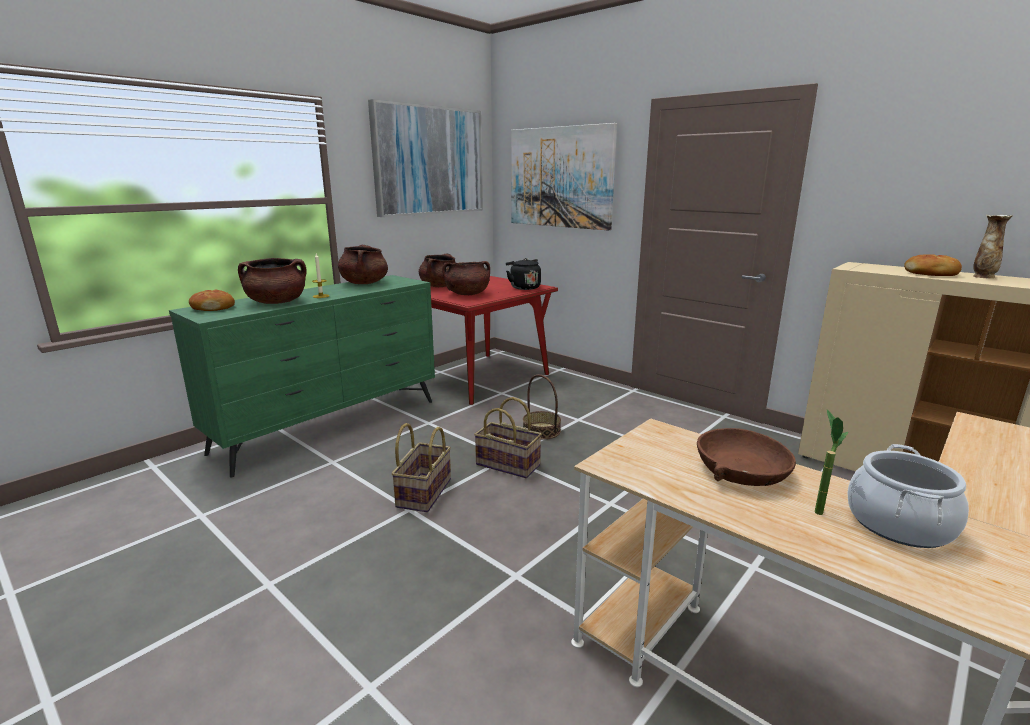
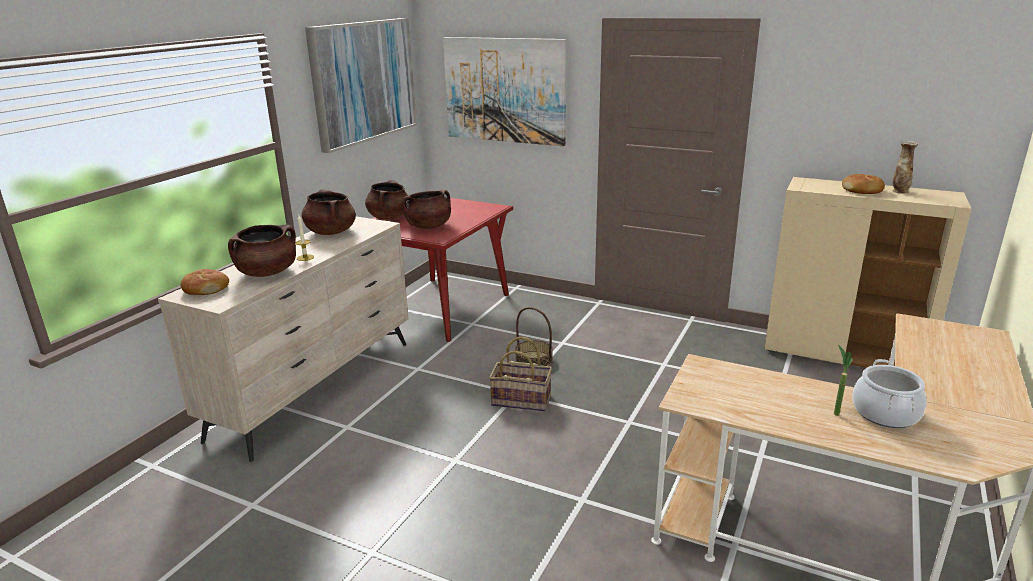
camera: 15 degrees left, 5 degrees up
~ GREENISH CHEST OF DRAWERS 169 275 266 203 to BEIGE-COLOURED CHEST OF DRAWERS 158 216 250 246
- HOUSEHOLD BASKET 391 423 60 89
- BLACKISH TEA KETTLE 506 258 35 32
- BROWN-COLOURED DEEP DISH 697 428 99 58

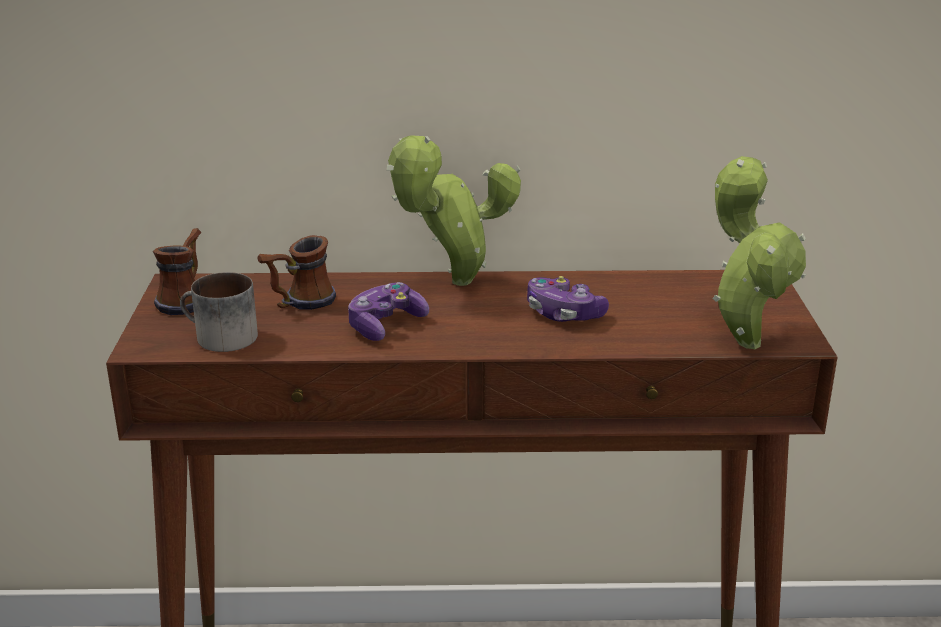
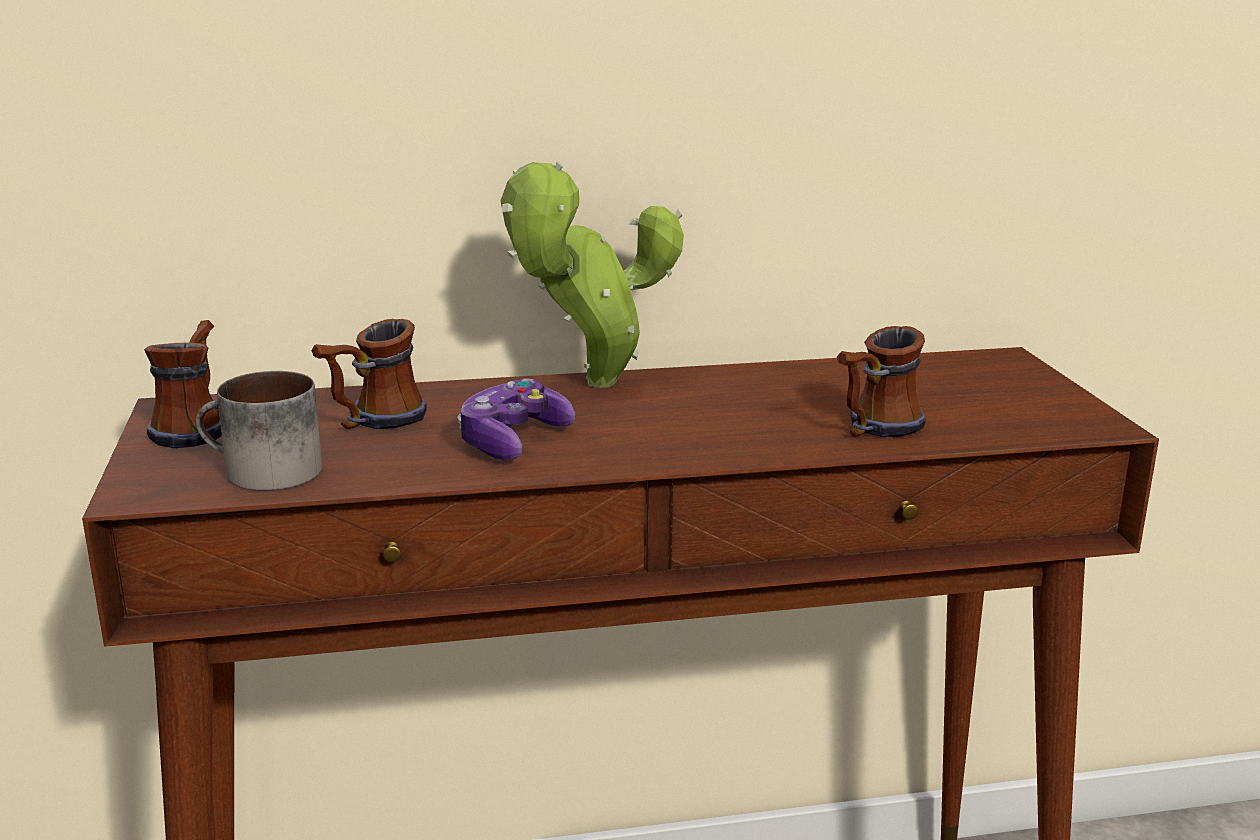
camera: 10 degrees left, 5 degrees down
- GAME CONTROLLER 527 276 82 46
- POTTED PLANT 712 156 94 193
+ TEA MUG 837 326 89 111

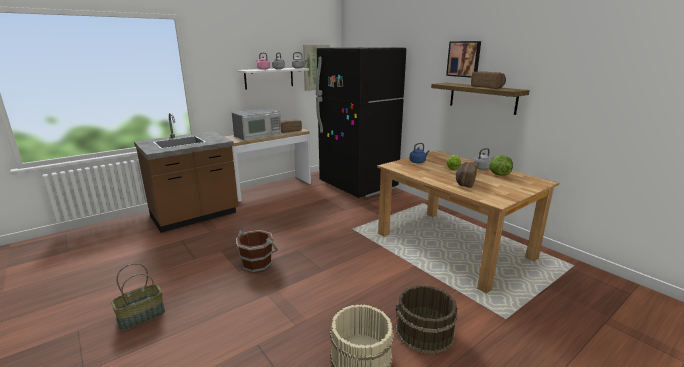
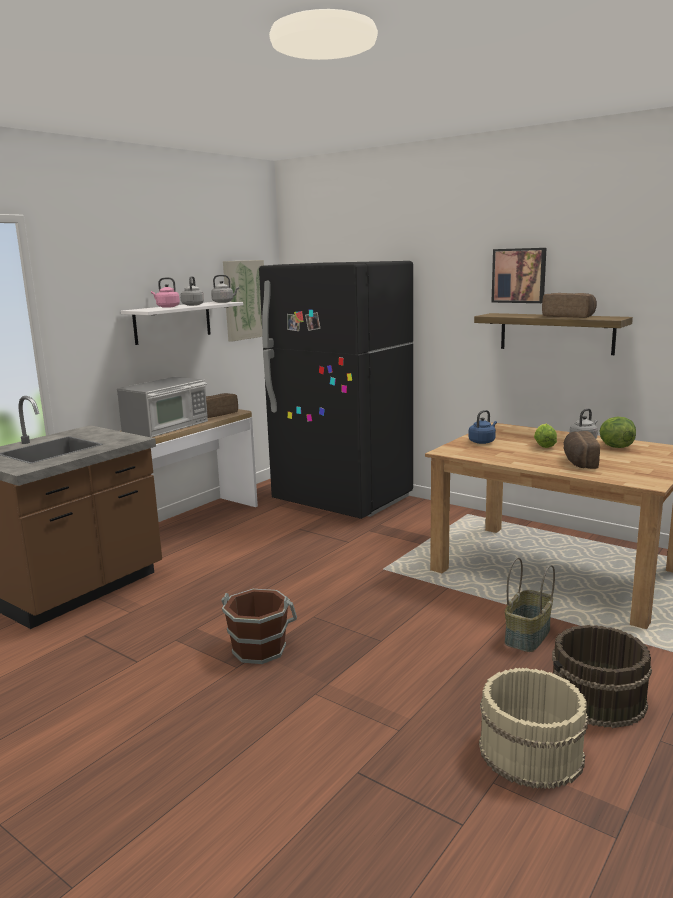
camera: 15 degrees left, 5 degrees down
~ HOUSEHOLD BASKET 111 263 54 67 to 505 558 50 94

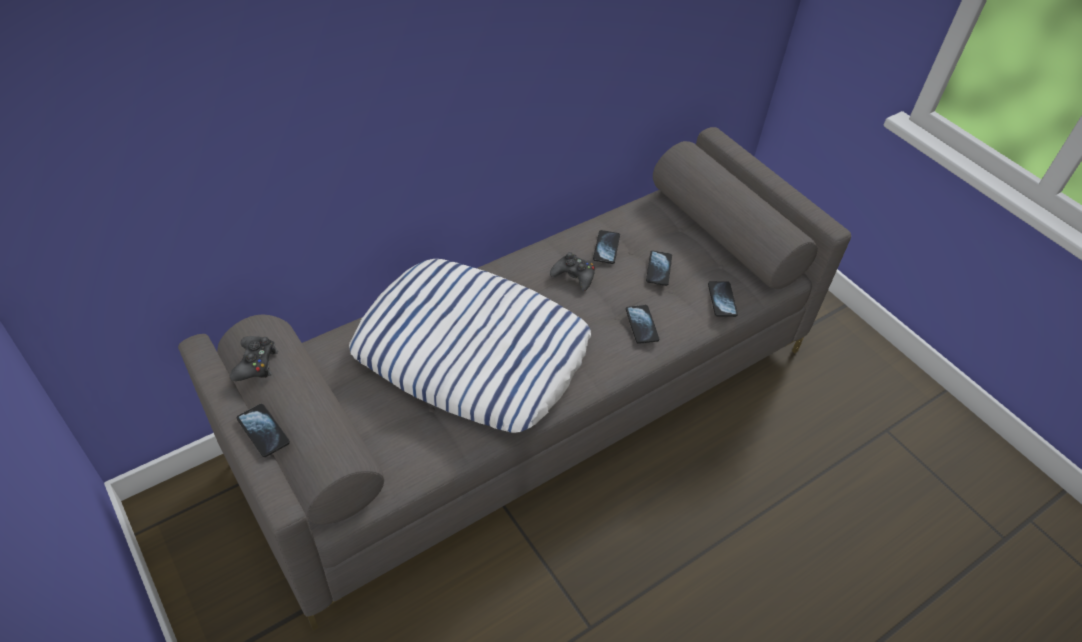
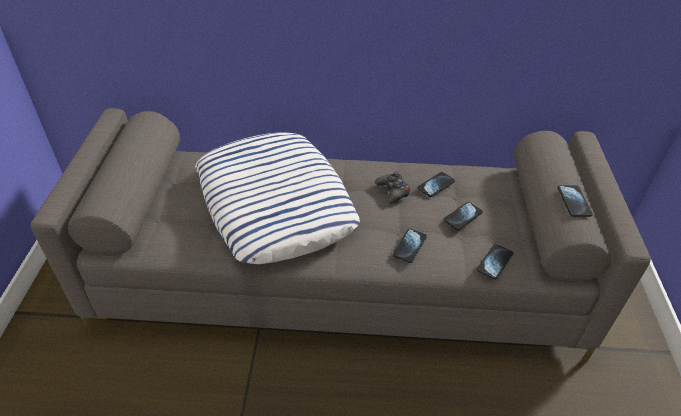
camera: 40 degrees right, 5 degrees down
- BLACKISH GAME CONTROLLER 230 336 48 45
~ PHONE 237 404 53 53 to 558 185 35 32

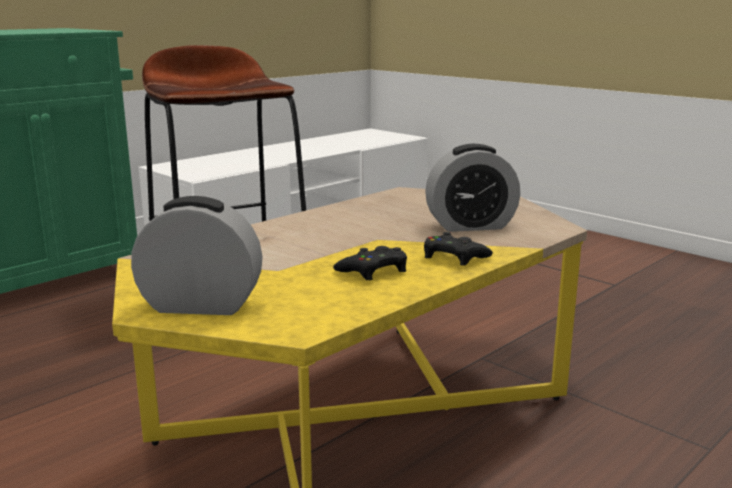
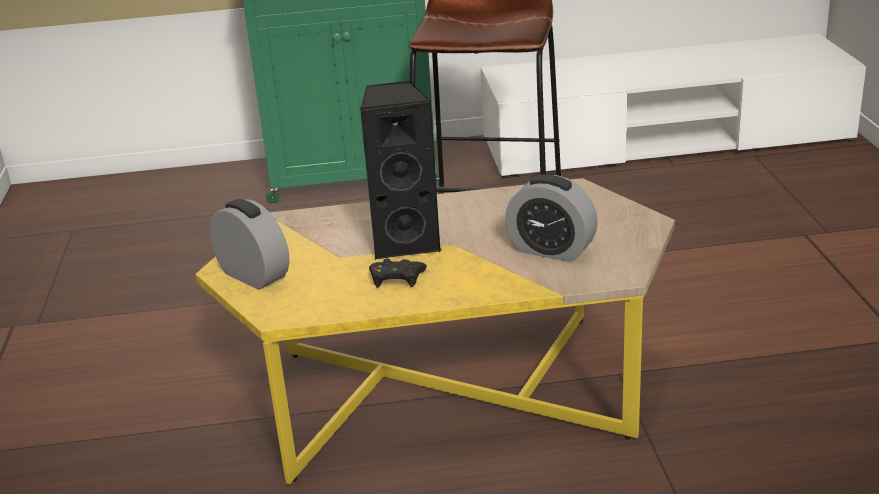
camera: 40 degrees right, 10 degrees up
- BLACKISH GAME CONTROLLER 424 232 69 34
+ BLACKISH SPEAKER 360 80 82 179

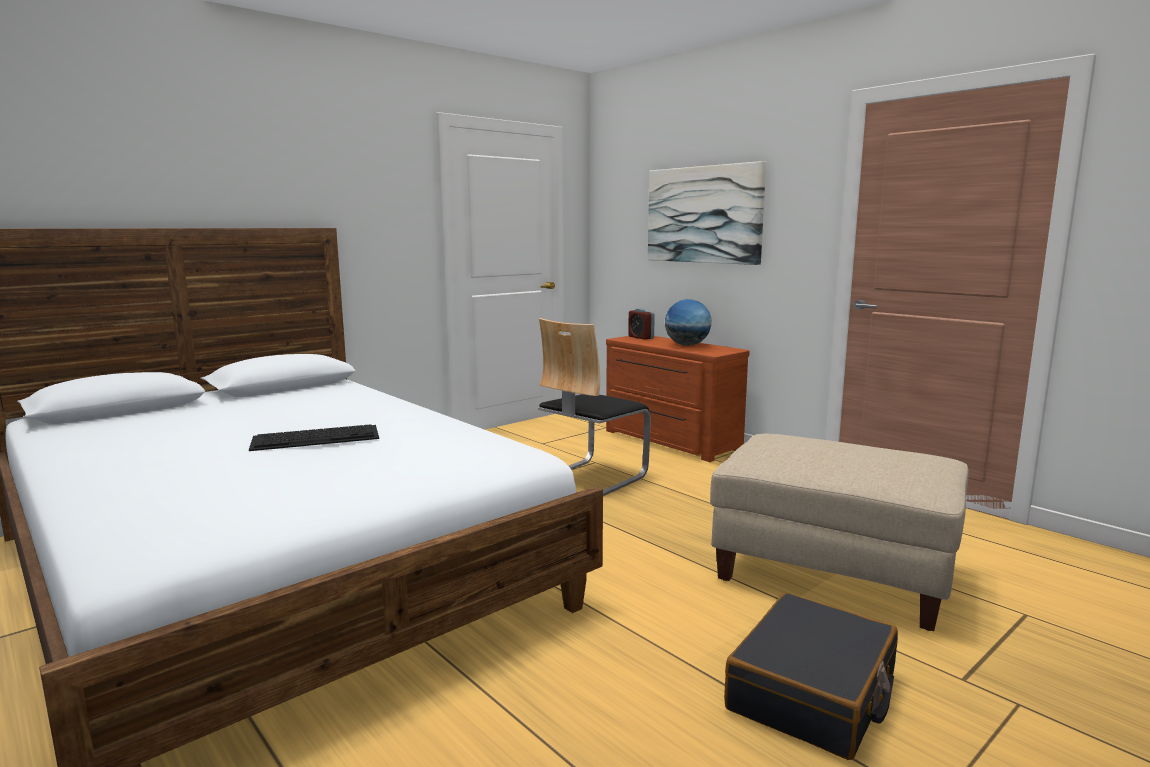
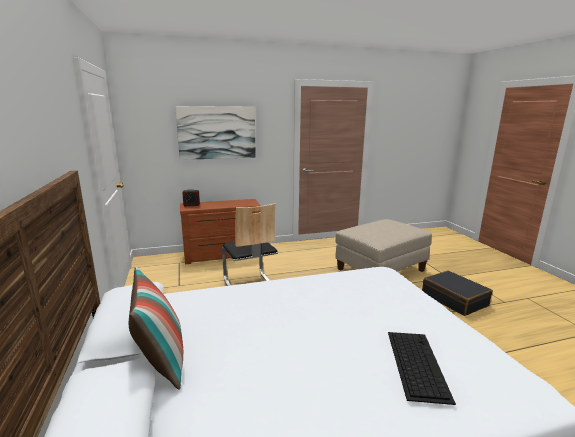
camera: 65 degrees left, 5 degrees up
~ KEYBOARD 249 424 130 27 to 388 332 68 73
- WORLD GLOBE 665 299 46 47
+ THROW PILLOW 129 267 54 123

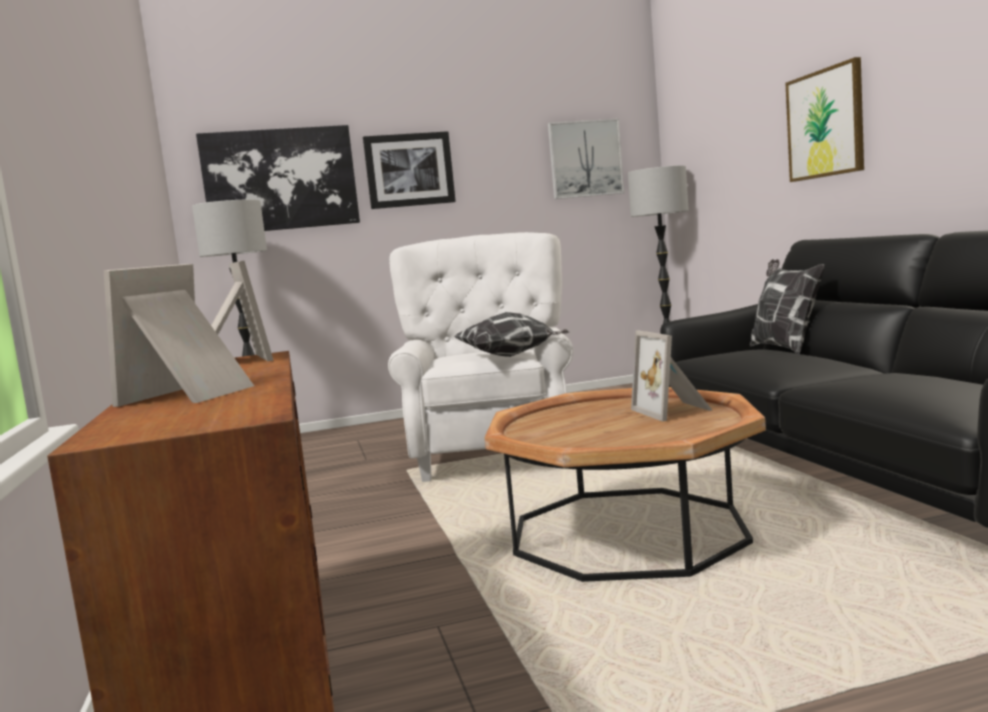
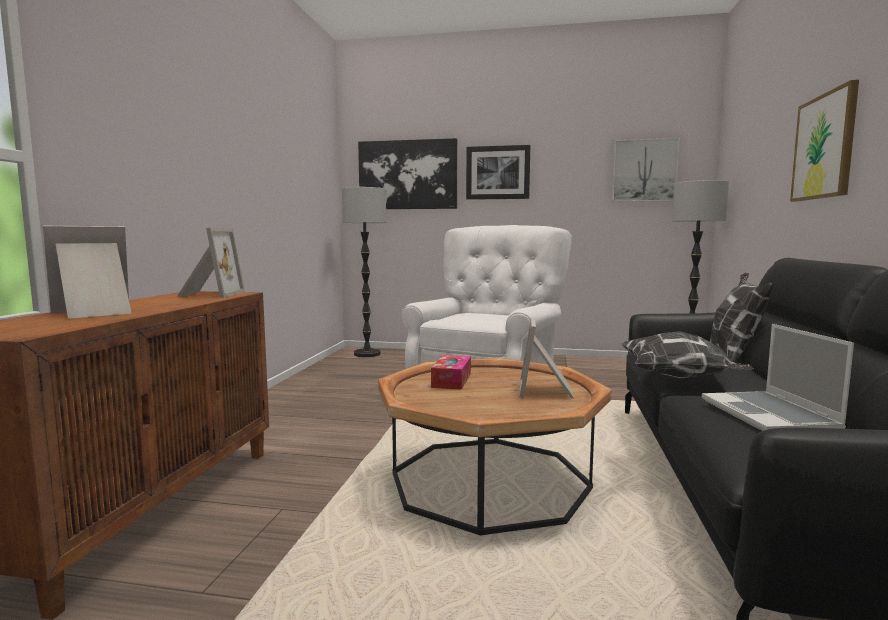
camera: 25 degrees right, 0 degrees up
~ THROW PILLOW 454 312 115 45 to 621 331 133 47
+ TISSUE HOLDER 431 355 40 35
+ LAPTOP 702 324 152 107

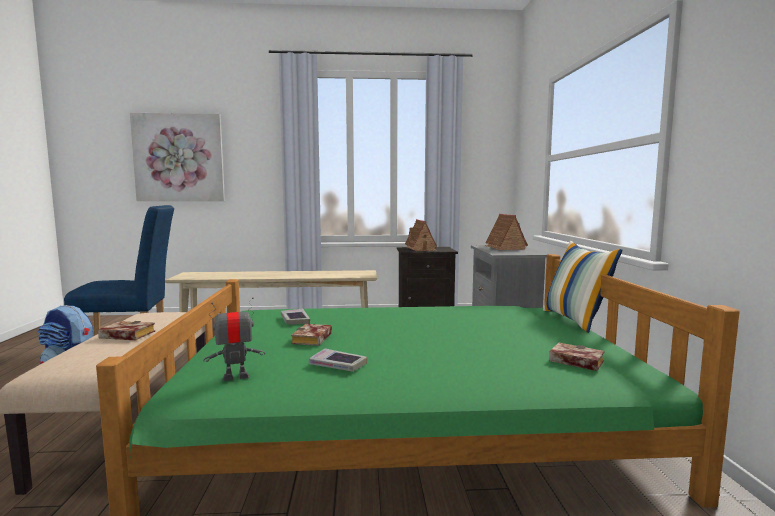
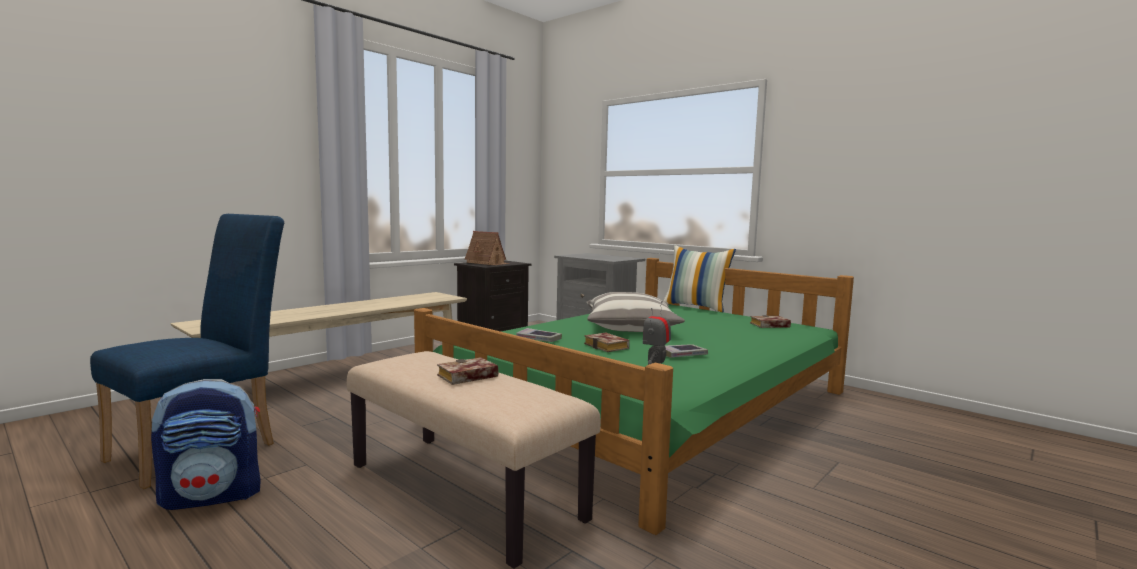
camera: 45 degrees left, 0 degrees up
- WALL PICTURE 130 113 95 88
- MODEL HOUSE 485 214 43 36
+ THROW PILLOW 587 292 98 40

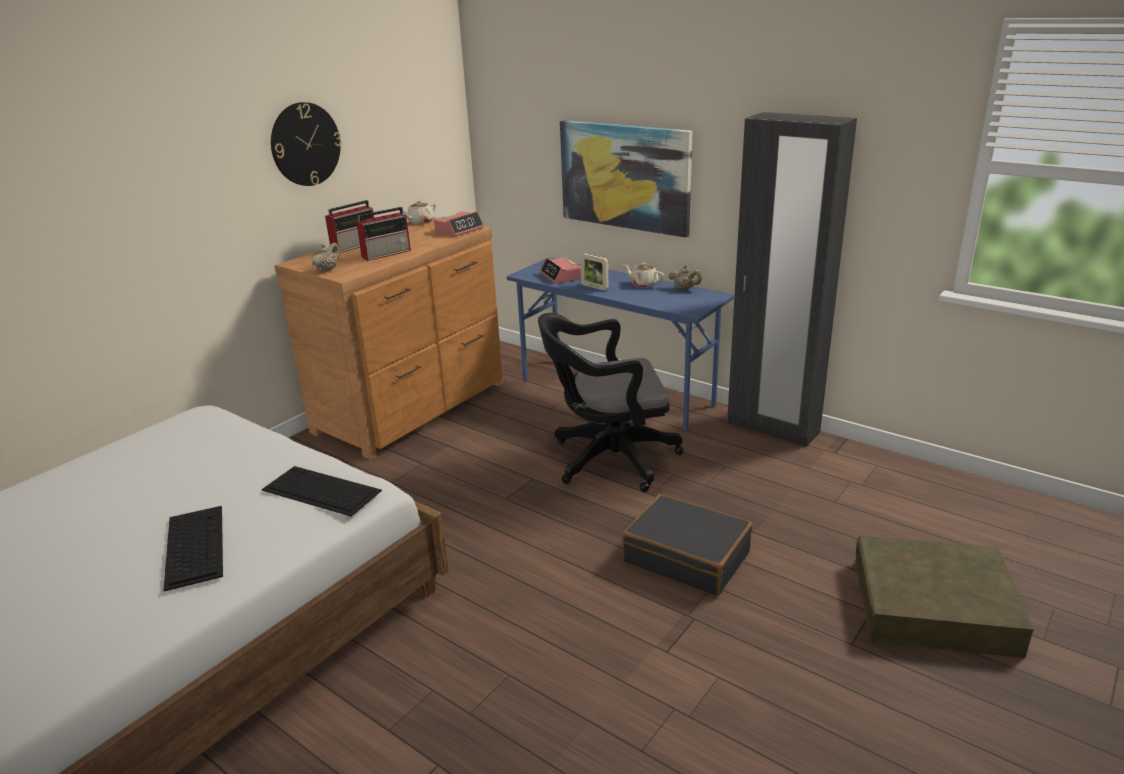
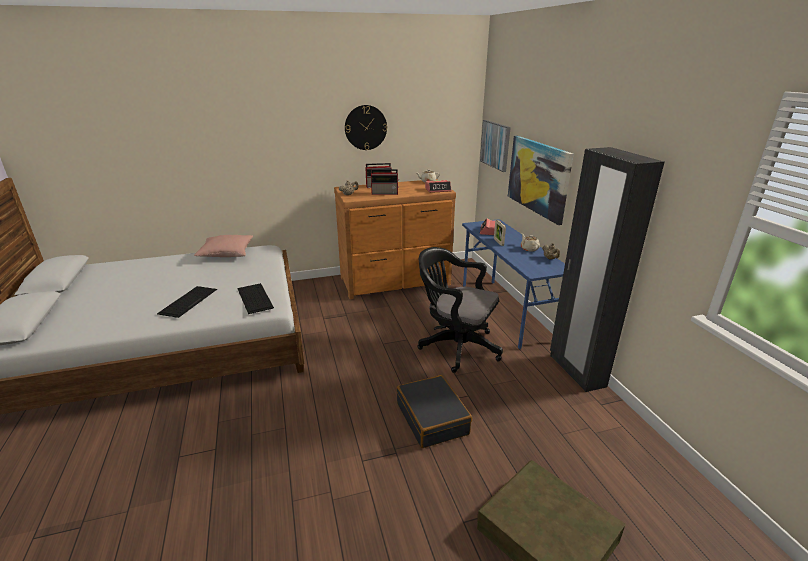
camera: 35 degrees right, 0 degrees up
+ PINK THROW PILLOW 194 235 59 22
+ WALL PICTURE 480 120 31 52

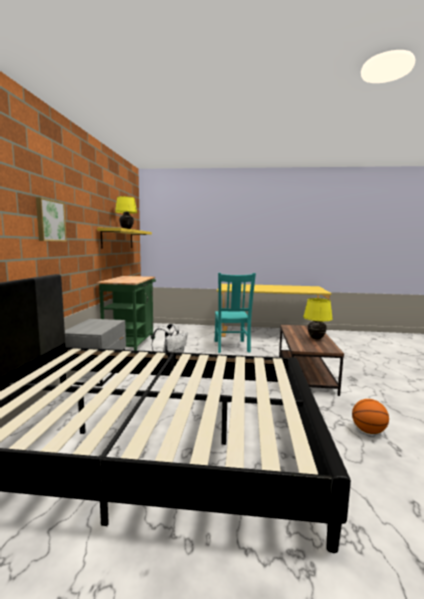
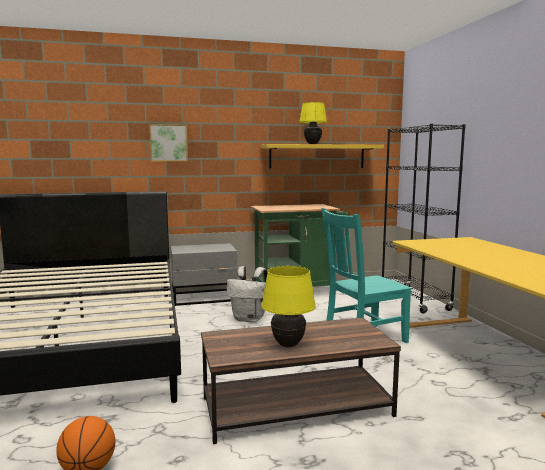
camera: 70 degrees right, 0 degrees up
+ BLACKISH SHELVING UNIT 382 124 84 189

